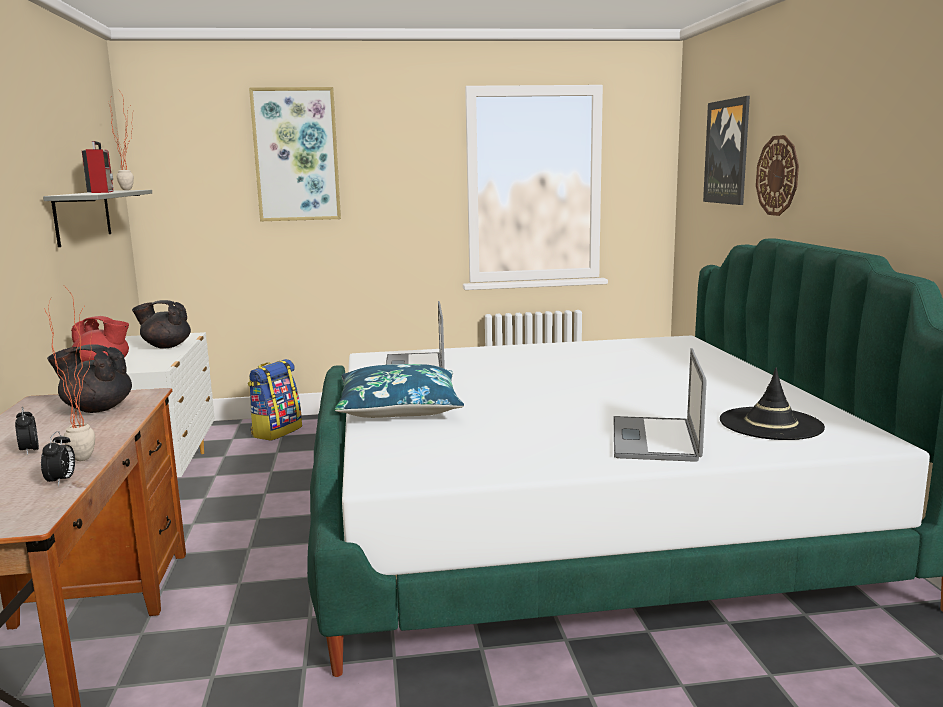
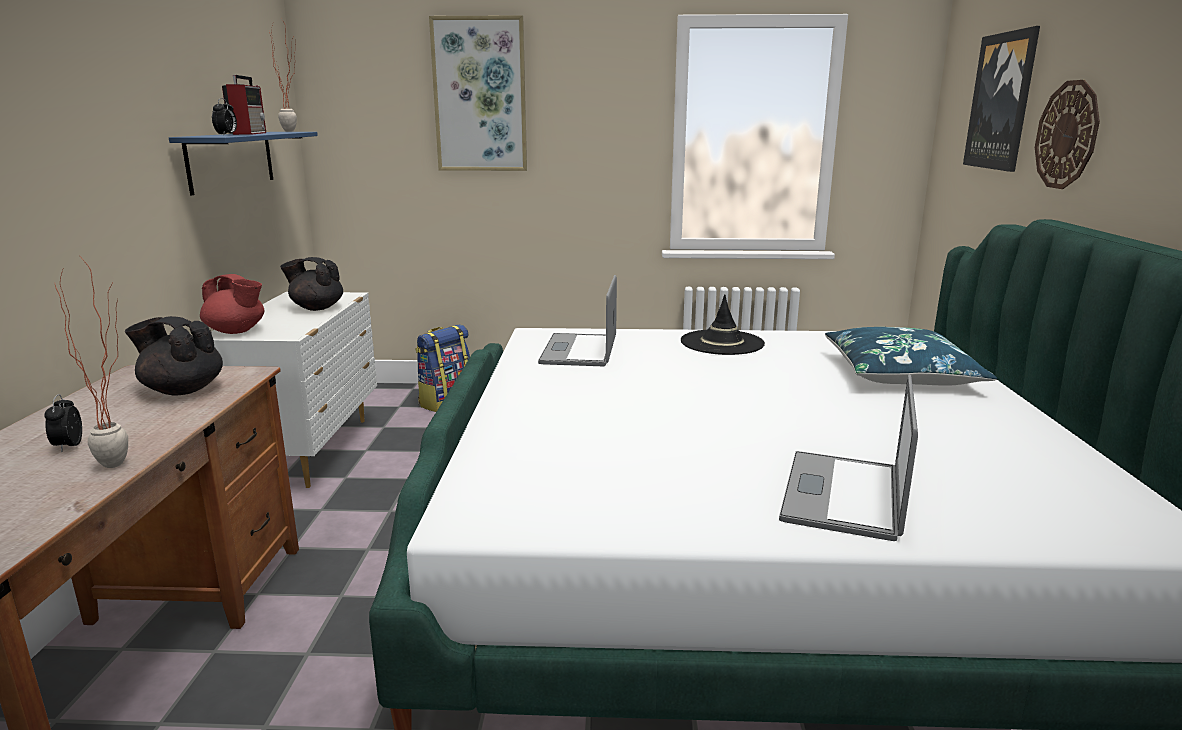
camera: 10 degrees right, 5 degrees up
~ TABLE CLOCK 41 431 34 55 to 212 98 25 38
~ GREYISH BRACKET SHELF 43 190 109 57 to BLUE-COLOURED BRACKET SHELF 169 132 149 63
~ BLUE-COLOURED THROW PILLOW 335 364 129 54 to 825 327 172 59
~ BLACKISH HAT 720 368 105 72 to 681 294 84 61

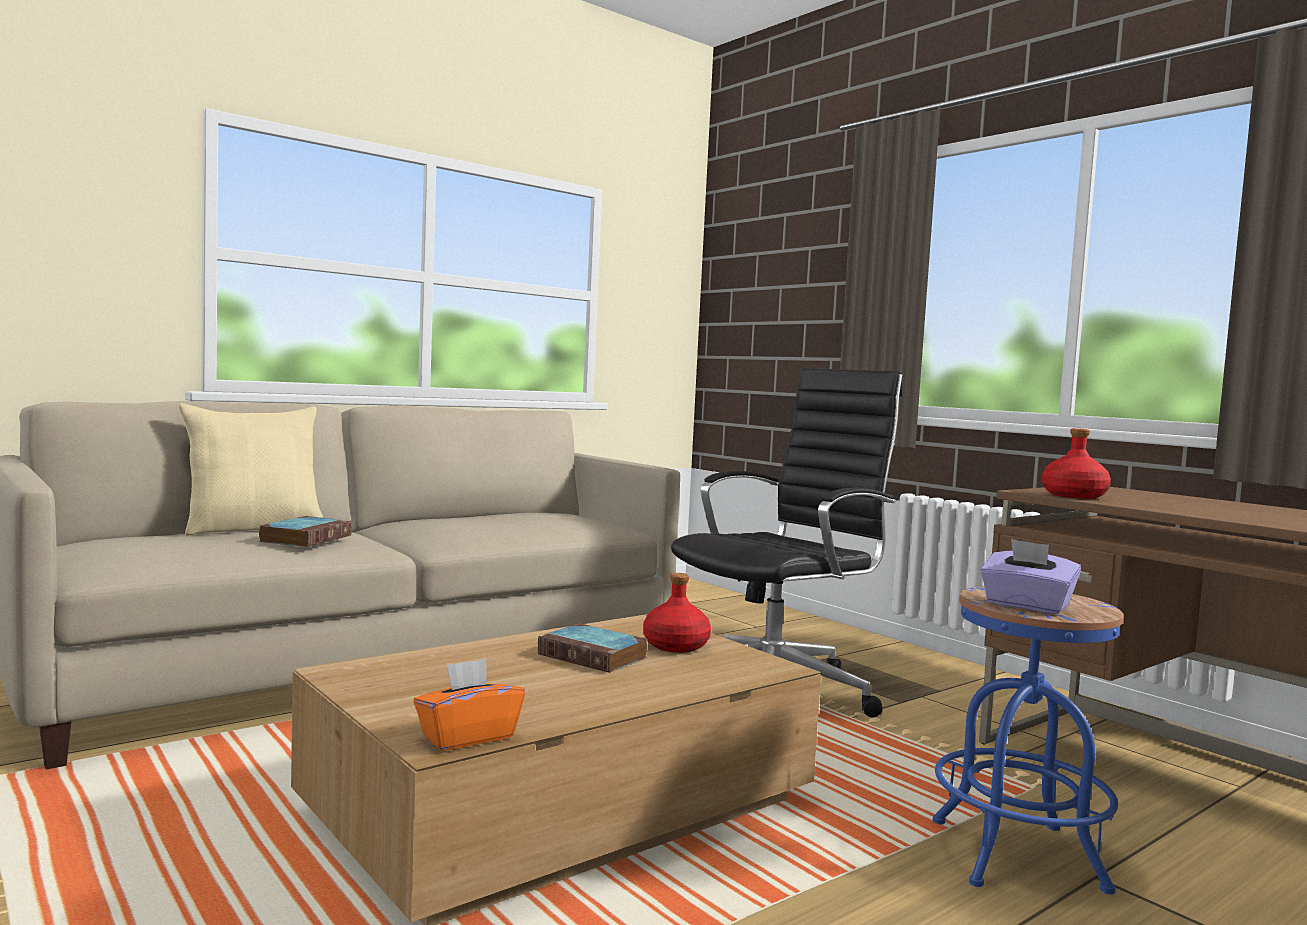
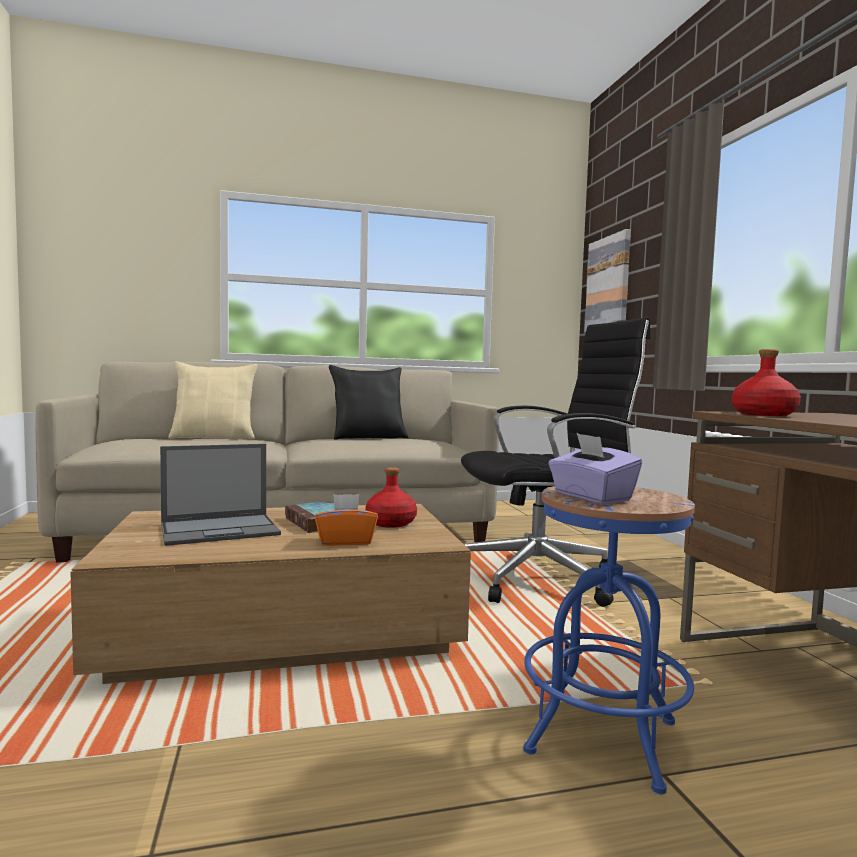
camera: 25 degrees right, 0 degrees up
- BOUND BOOK 259 516 93 31
~ ORANGE TISSUE HOLDER 413 659 112 92 to 315 494 63 52
+ LAPTOP 160 444 121 102
+ BLACKISH THROW PILLOW 329 365 79 74
+ WALL PICTURE 585 229 46 104

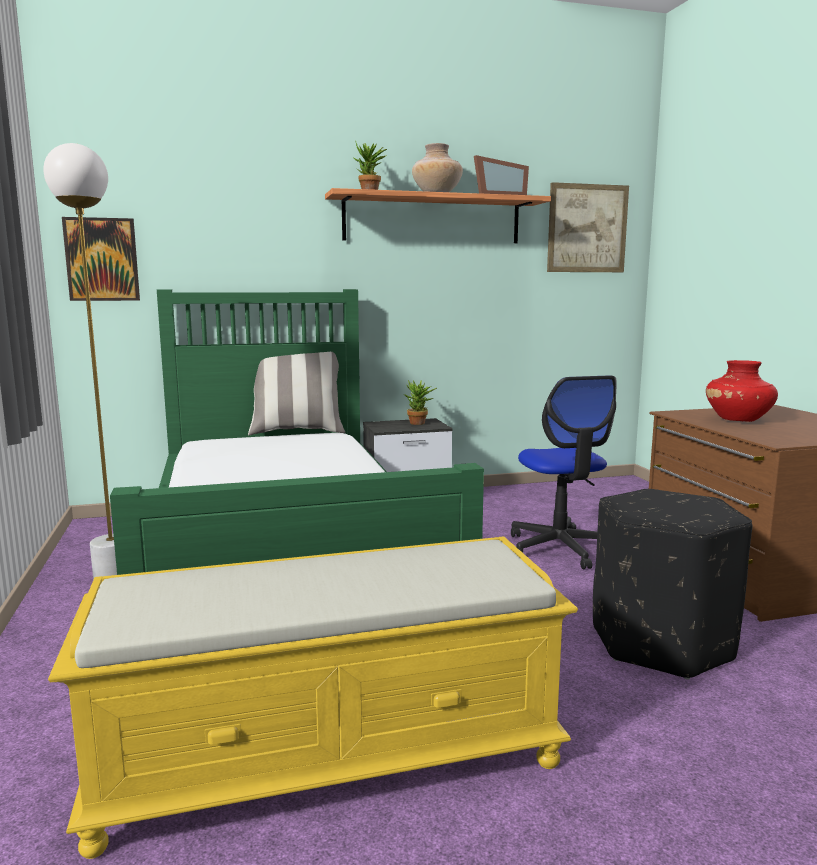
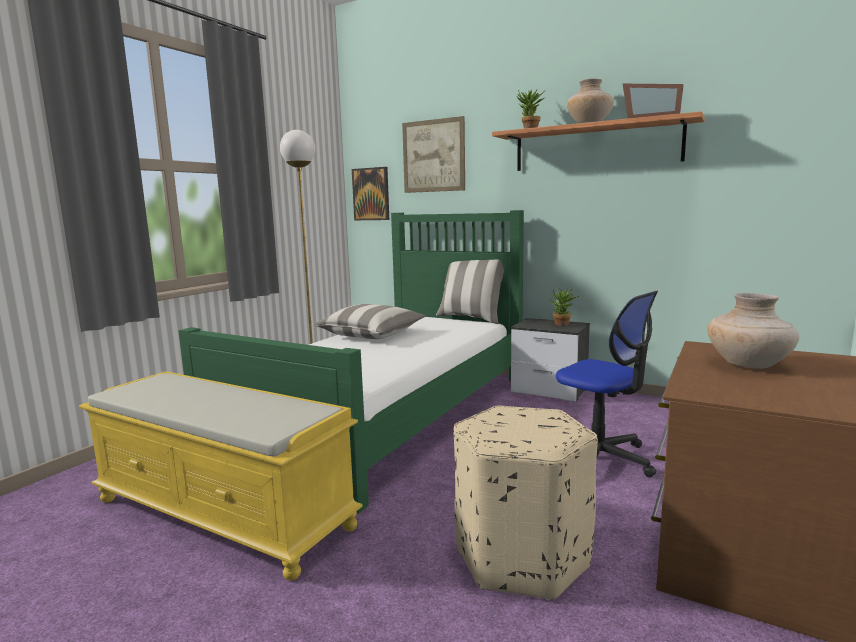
camera: 45 degrees right, 0 degrees up
~ OFFICE CHAIR 511 375 106 194 = 556 291 102 186 75 degrees counterclockwise
~ WALL PICTURE 547 182 82 90 to 402 116 63 77
~ BLACKISH POUFFE 593 489 159 191 to BEIGE-COLOURED POUFFE 453 406 145 195
~ REDDISH VASE 706 360 72 62 to BEIGE-COLOURED VASE 708 293 91 76
+ THROW PILLOW 313 304 113 35

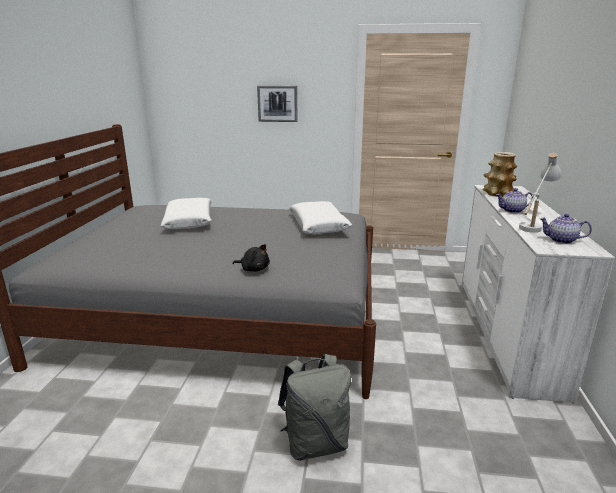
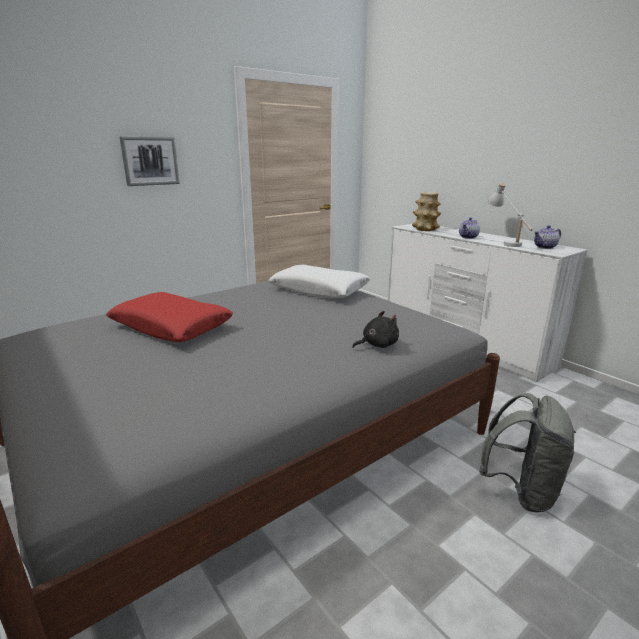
camera: 45 degrees left, 0 degrees up
~ WHITE THROW PILLOW 161 198 51 31 to REDDISH THROW PILLOW 106 292 127 50

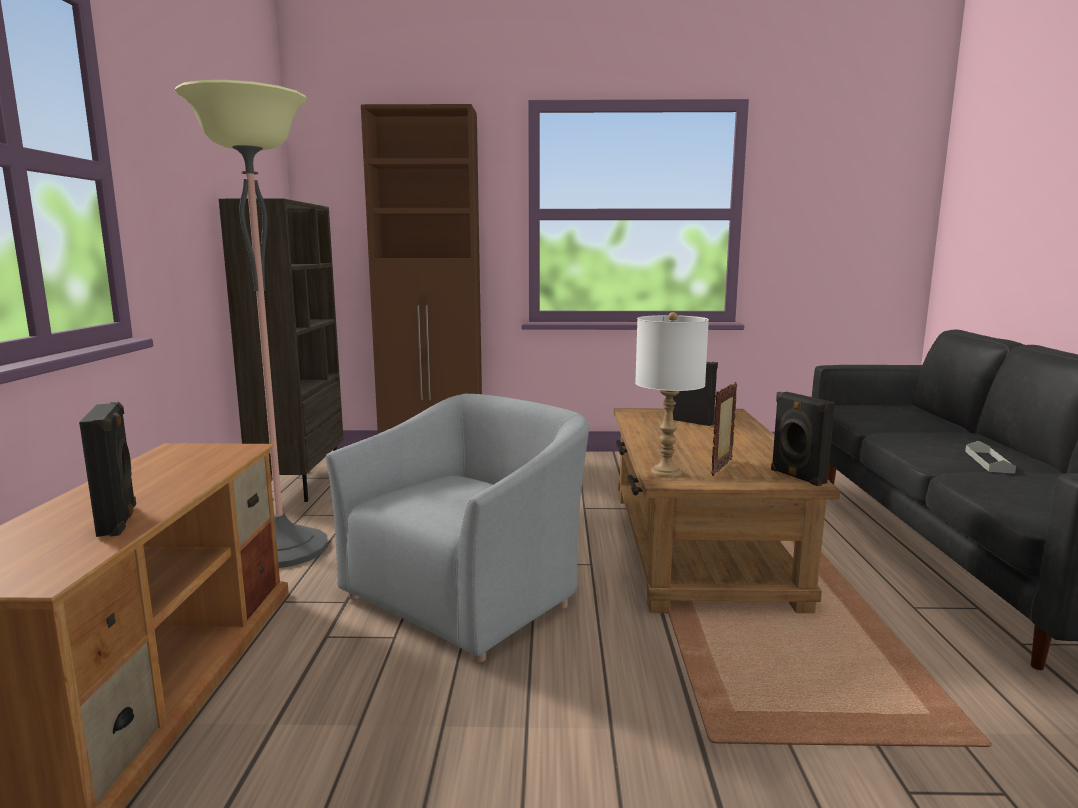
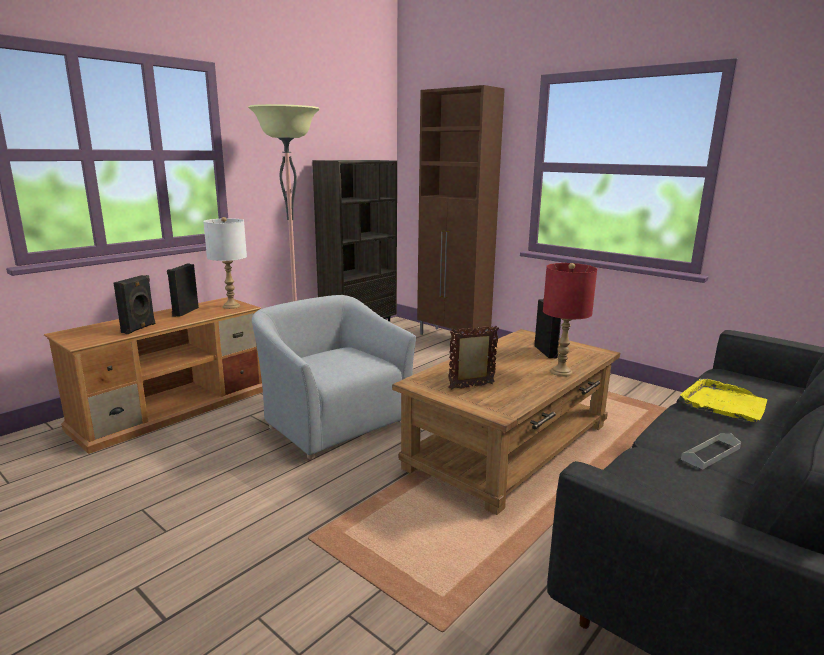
camera: 40 degrees right, 5 degrees up
~ GREYISH LOUNGE CHAIR 326 393 263 269 = 252 295 164 164 120 degrees counterclockwise
~ WHITE TABLE LAMP 635 312 74 165 to 203 217 44 92
~ BLACKISH SPEAKER 771 392 64 94 to 167 263 32 54
+ REDDISH TABLE LAMP 543 263 54 114
+ YELLOWISH SERVING TRAY 680 379 87 43

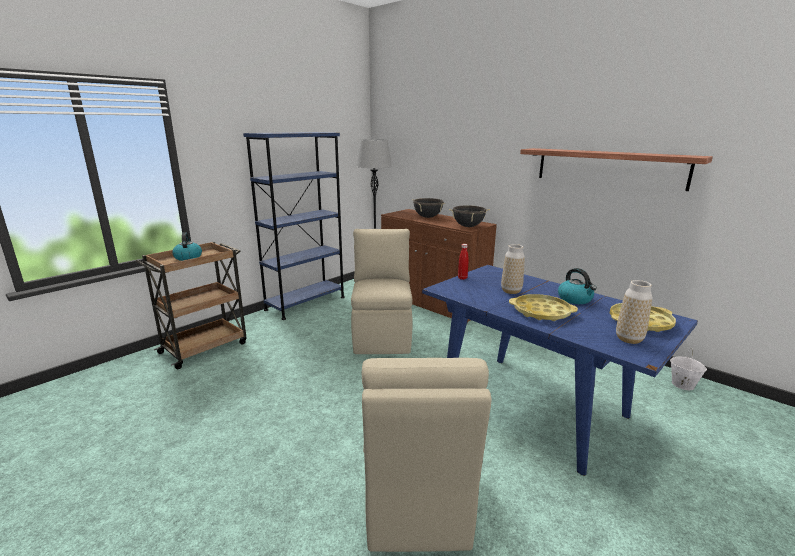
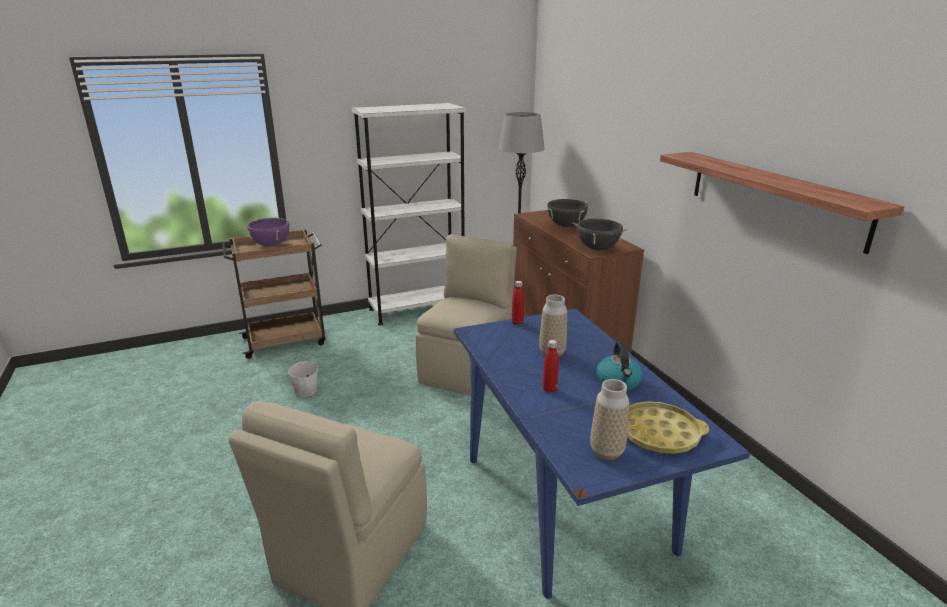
camera: 25 degrees right, 5 degrees up
~ TEA KETTLE 172 232 30 29 to PURPLISH SAUCEPOT 243 218 50 29
~ BLUE-COLOURED SHELVING UNIT 243 132 102 188 to WHITE SHELVING UNIT 352 103 114 223
~ YELLOWISH SERVING TRAY 509 294 69 27 to REDDISH BOTTLE 543 340 16 53
~ WHITE WATER BUCKET 670 349 37 41 to 288 353 30 44

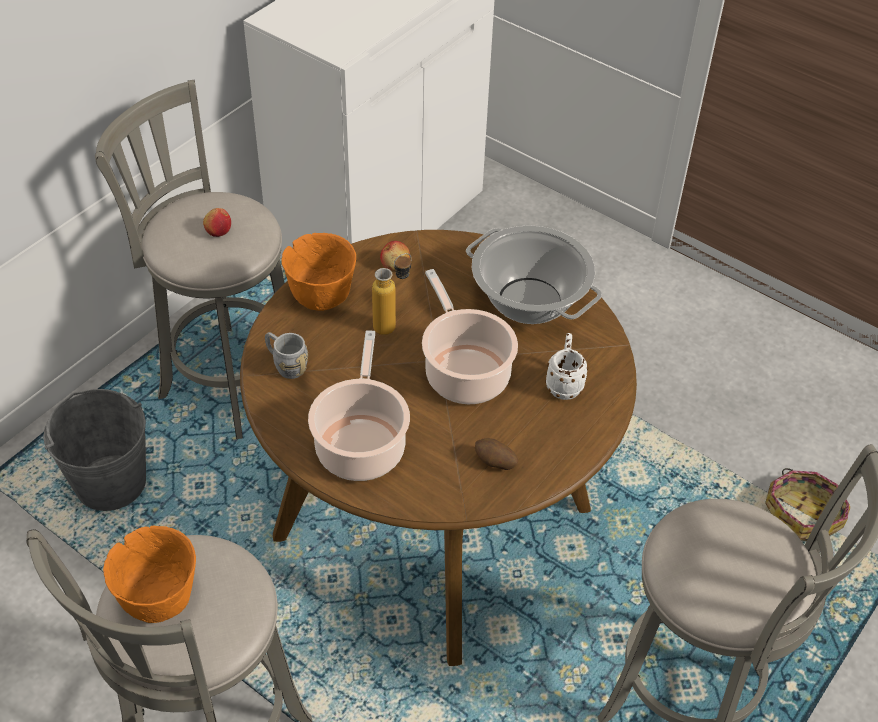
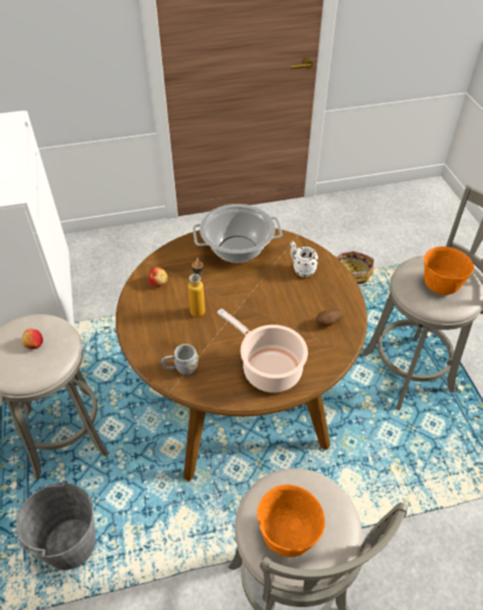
camera: 50 degrees left, 0 degrees up
~ ORANGE DEEP DISH 281 233 75 78 to 424 247 50 48
- SAUCEPOT 422 269 96 135

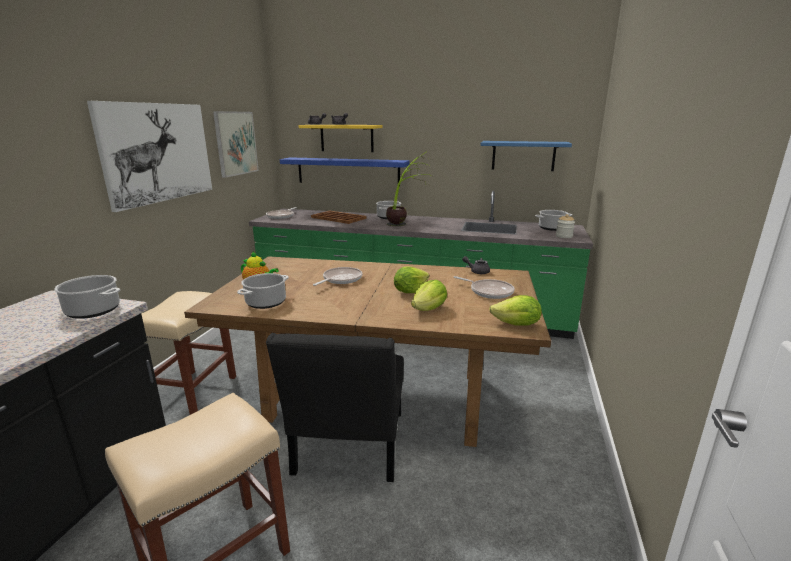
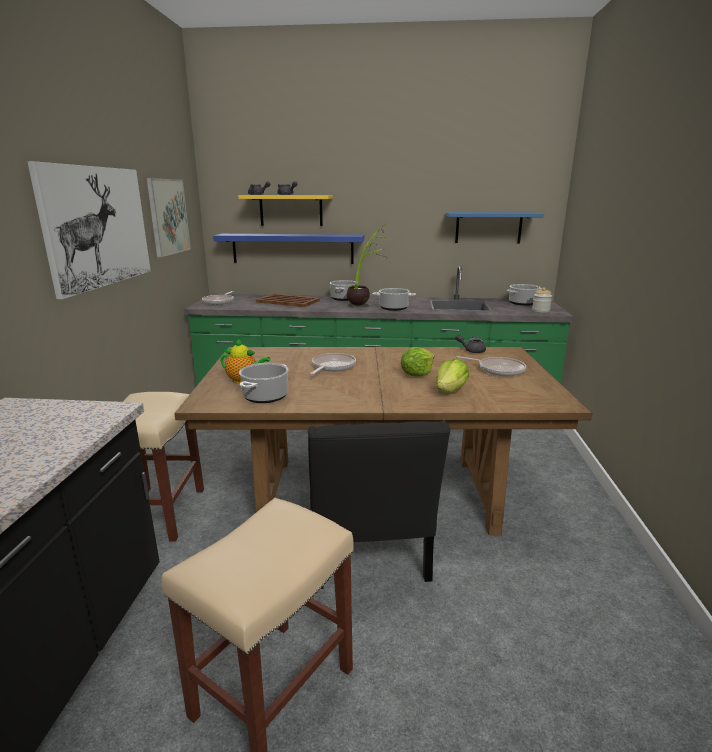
camera: 10 degrees left, 0 degrees up
~ SAUCEPOT 54 275 66 44 to 372 288 44 23
- LETTUCE 489 295 53 31

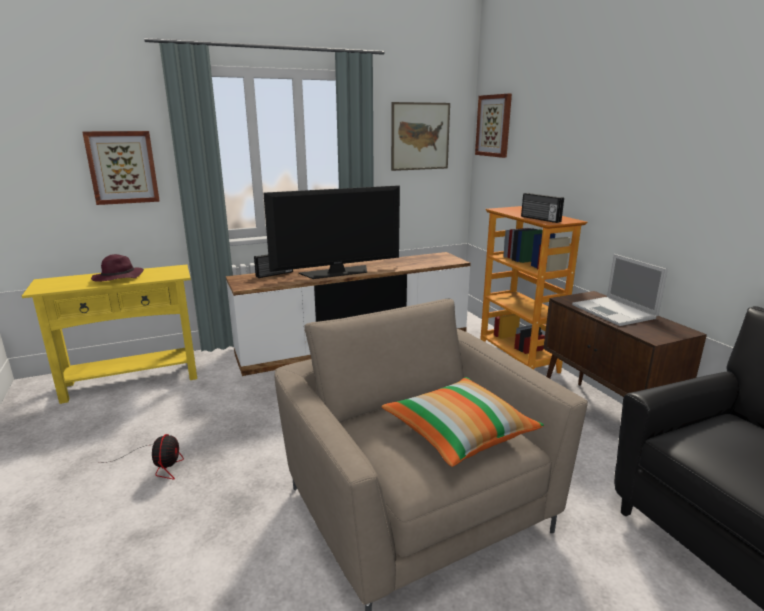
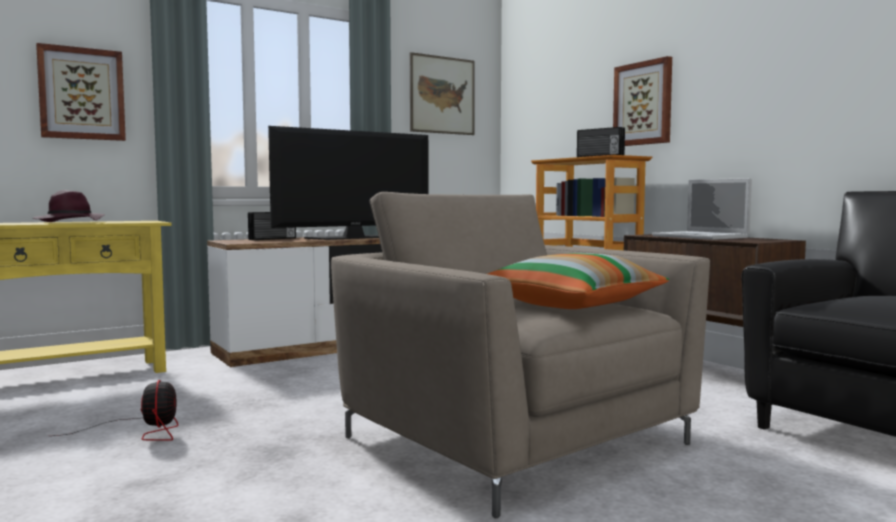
camera: 10 degrees left, 15 degrees down
~ WALL PICTURE 475 94 37 64 to 613 56 59 90

